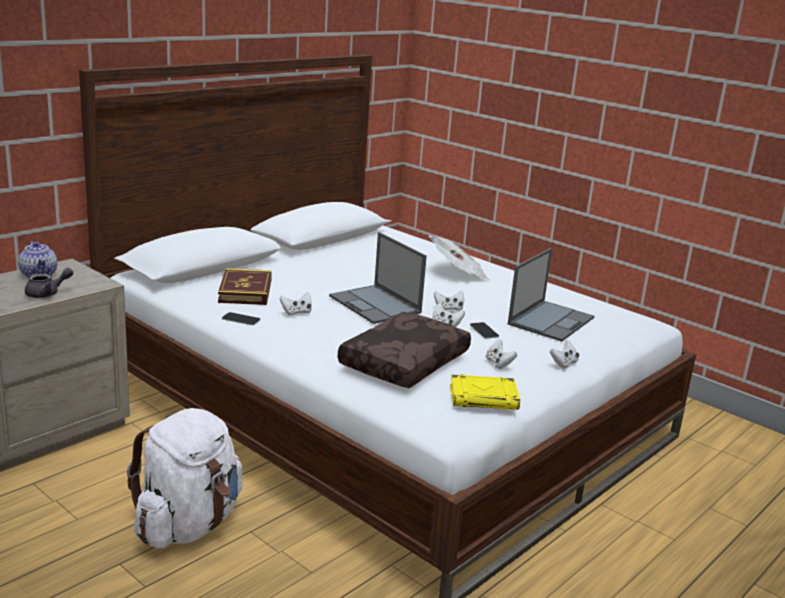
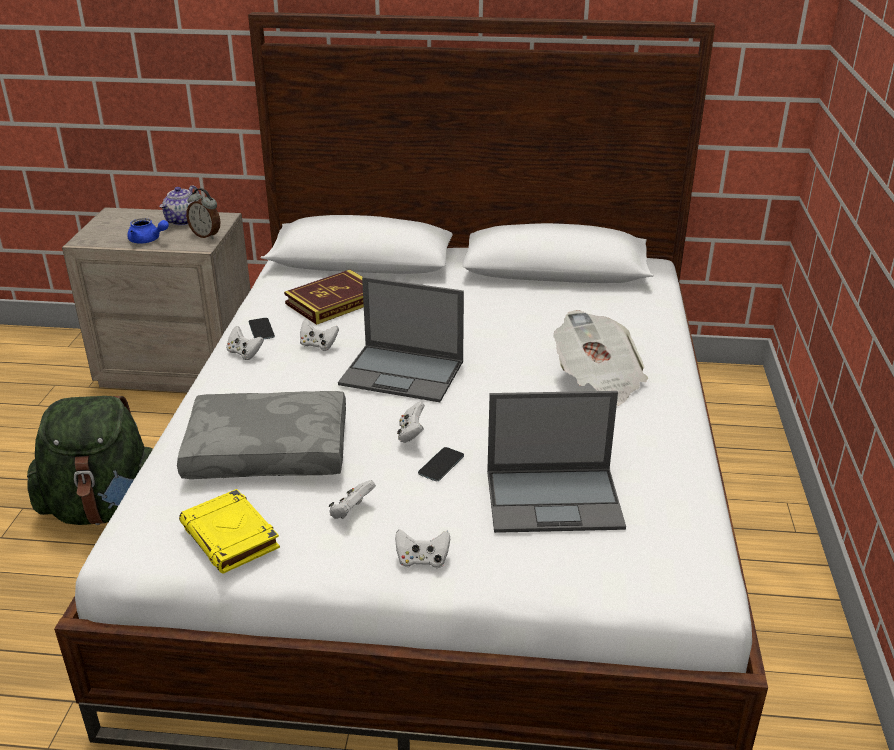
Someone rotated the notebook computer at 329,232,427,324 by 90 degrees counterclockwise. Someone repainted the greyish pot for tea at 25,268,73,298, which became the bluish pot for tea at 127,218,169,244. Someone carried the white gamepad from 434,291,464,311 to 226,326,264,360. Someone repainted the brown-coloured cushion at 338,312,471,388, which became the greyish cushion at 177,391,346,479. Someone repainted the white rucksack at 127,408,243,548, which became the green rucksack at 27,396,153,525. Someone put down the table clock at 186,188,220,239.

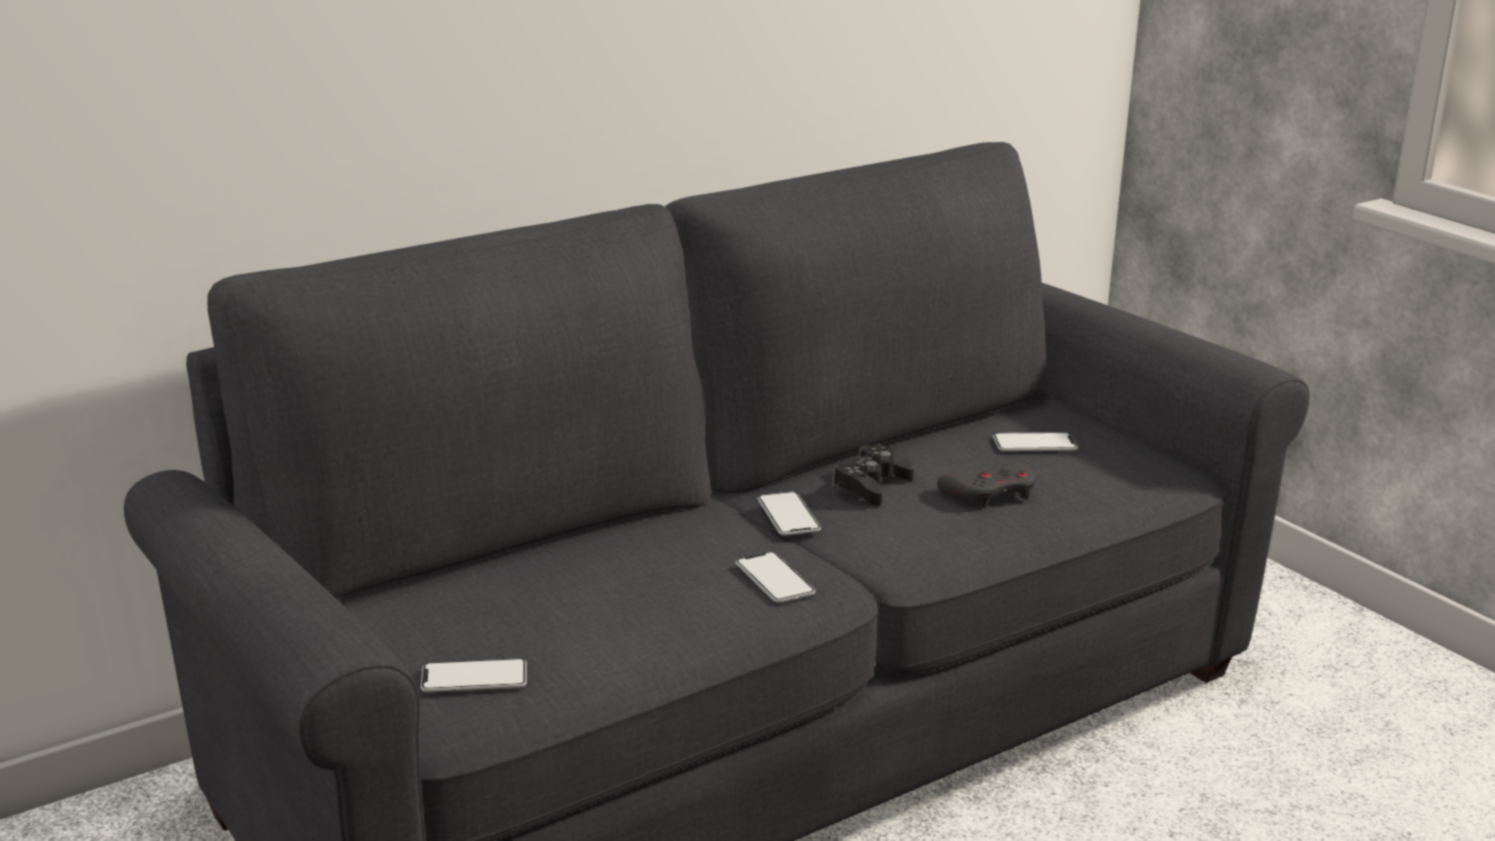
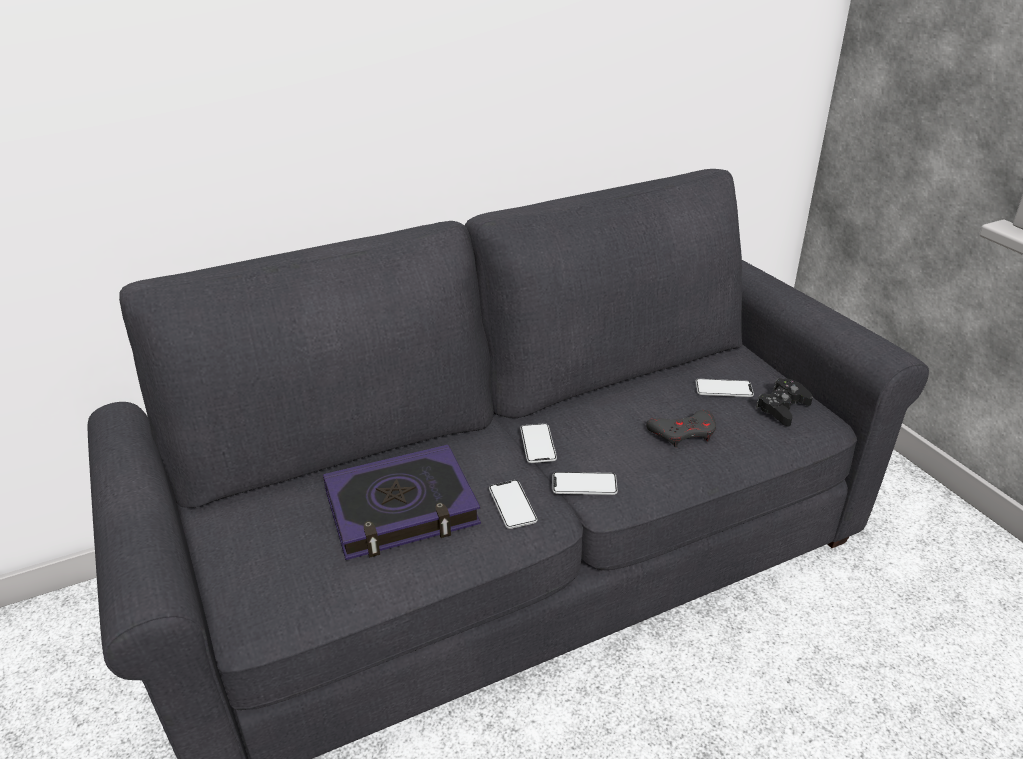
Someone carried the black gamepad from 832,445,914,506 to 756,378,813,426. Someone carried the telephone from 420,658,527,692 to 552,472,618,495. Someone put down the volume at 323,445,481,560.

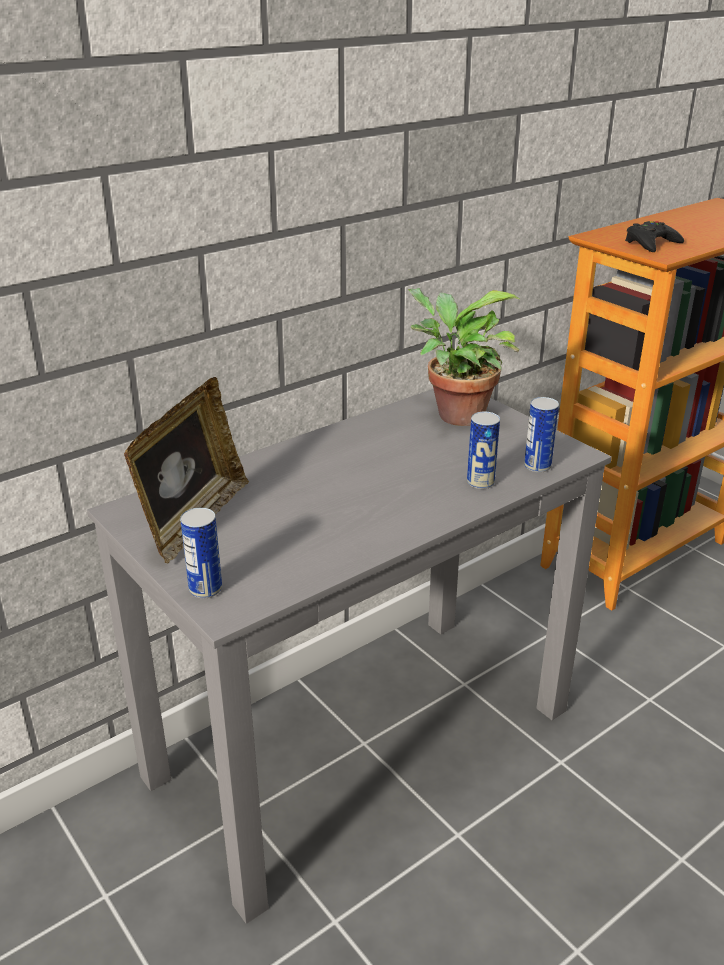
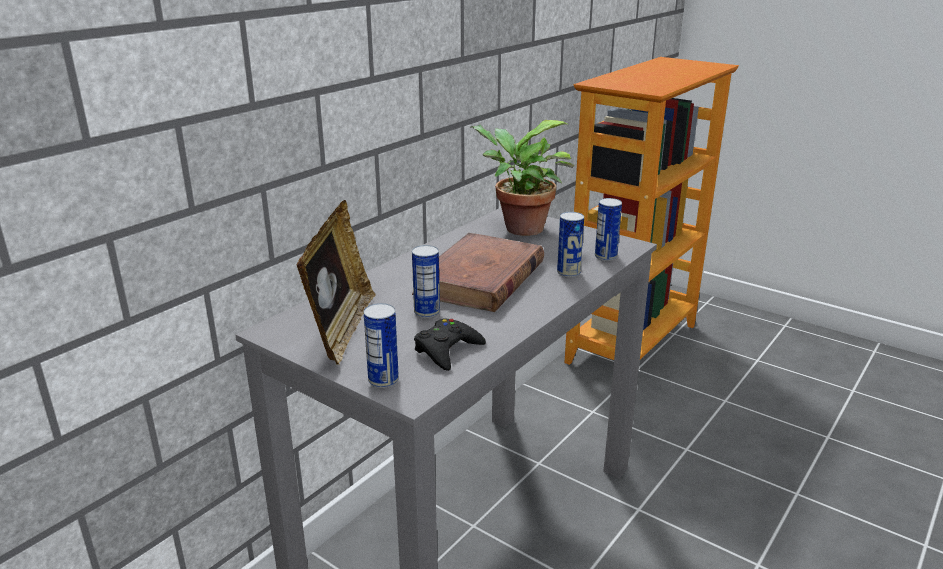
Someone carried the black gamepad from 625,221,684,252 to 414,319,486,371. Someone put down the brown-coloured volume at 412,233,544,312. Someone put down the sealed can at 412,245,440,318.

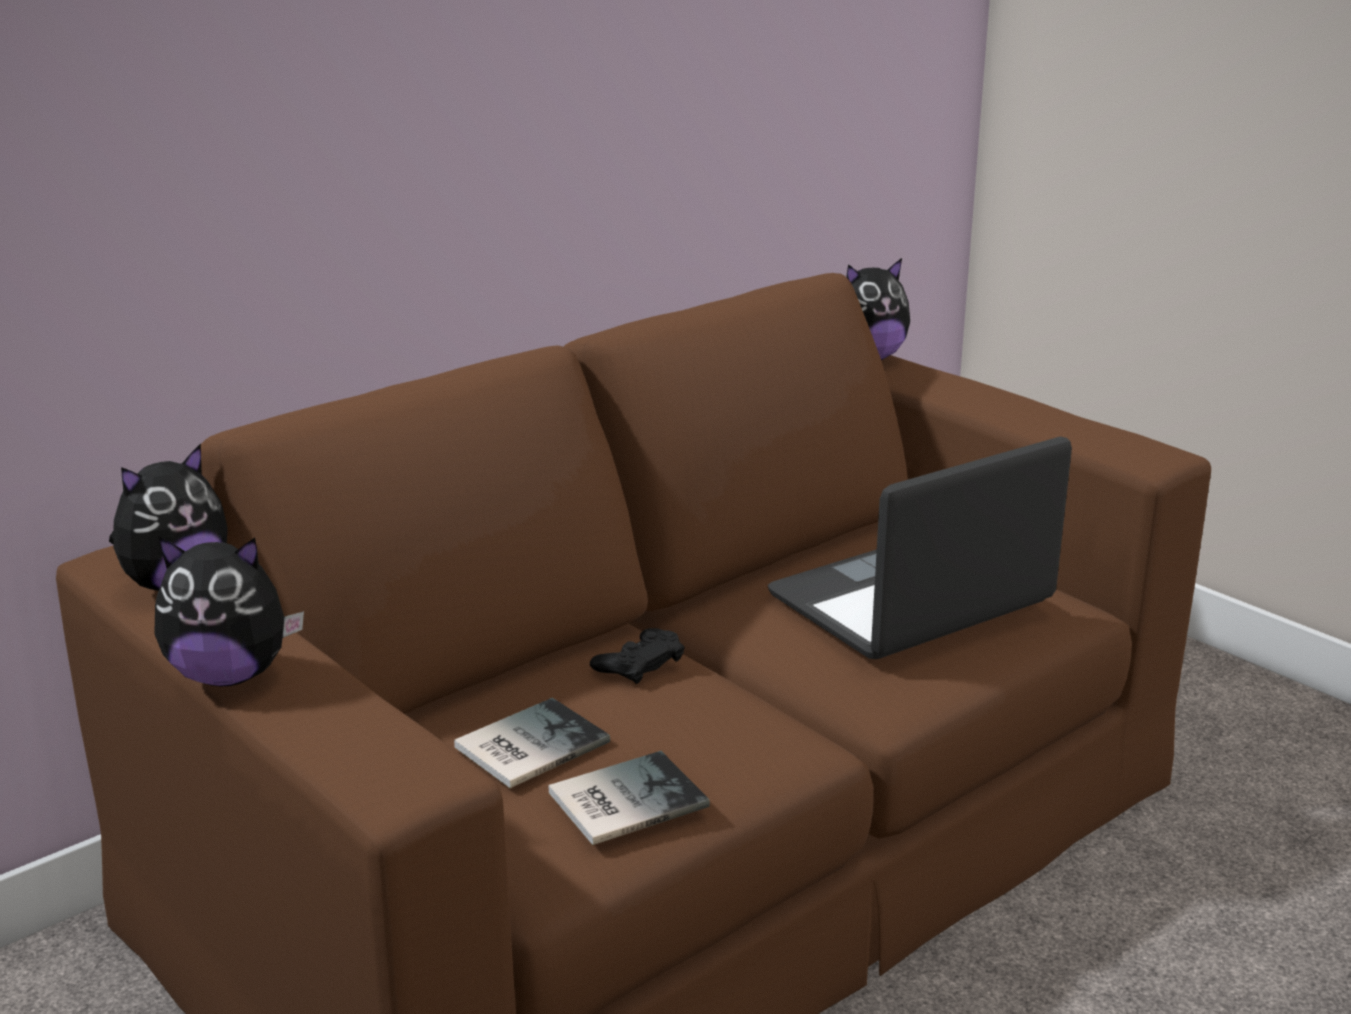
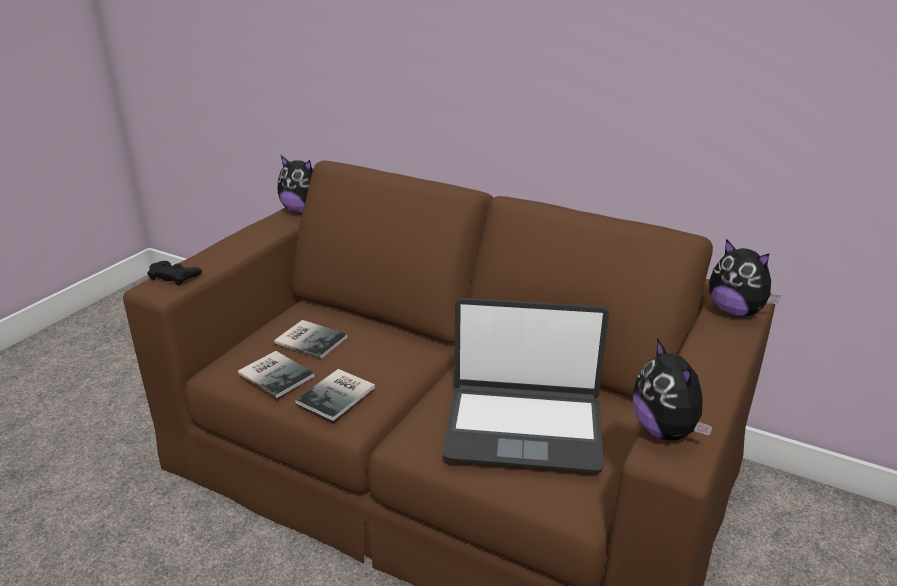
Someone rotated the notebook computer at 768,436,1072,659 by 150 degrees clockwise. Someone carried the soft toy from 154,536,304,687 to 633,338,713,441. Someone carried the black gamepad from 590,628,685,684 to 147,261,202,285. Someone put down the volume at 295,369,375,421.

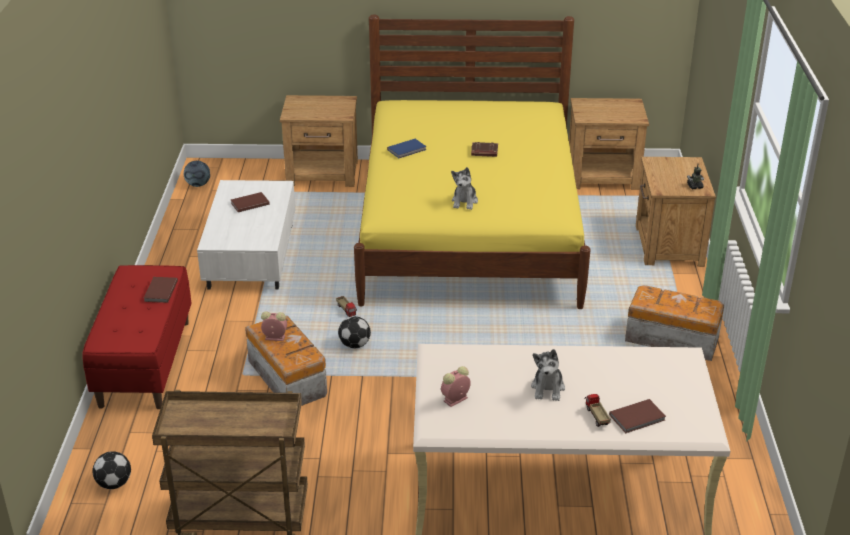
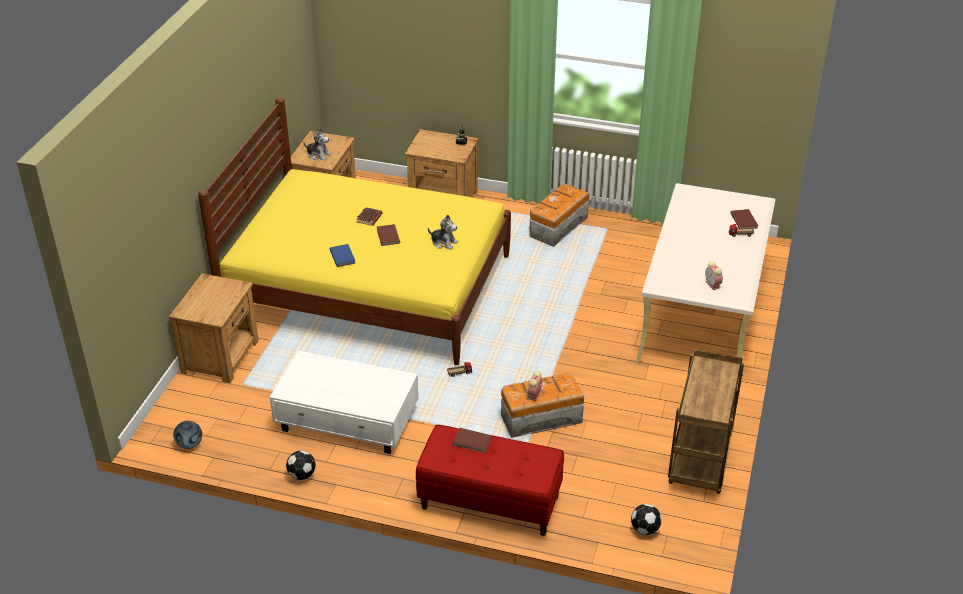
Someone carried the brown-coloured volume from 231,192,270,212 to 377,224,400,246. Someone carried the ball for football from 338,316,371,349 to 286,451,316,480. Someone carried the soft toy from 531,349,565,401 to 303,128,331,160.

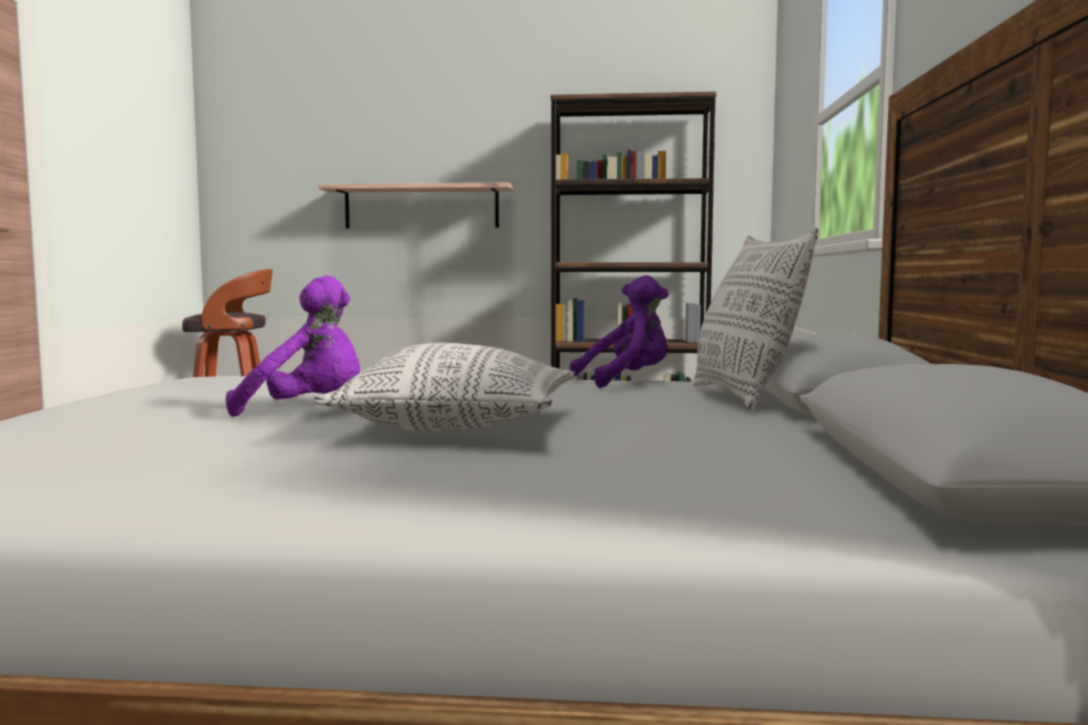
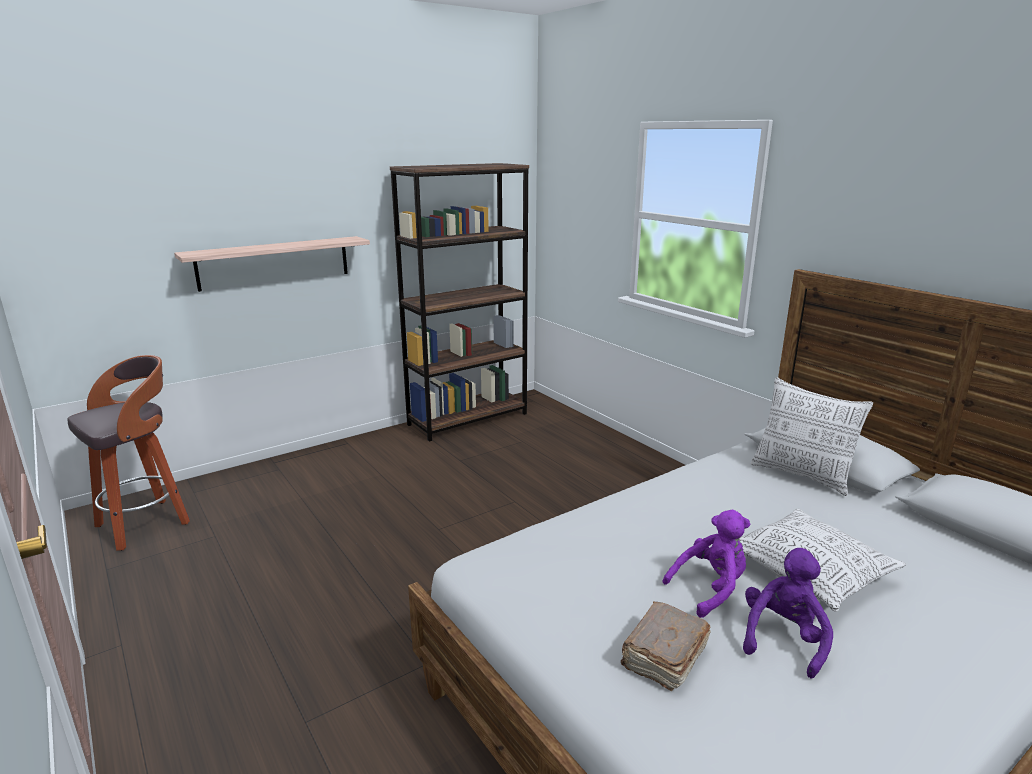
Someone carried the purple soft toy from 570,275,669,388 to 743,548,833,678. Someone put down the brown-coloured volume at 620,601,711,691.

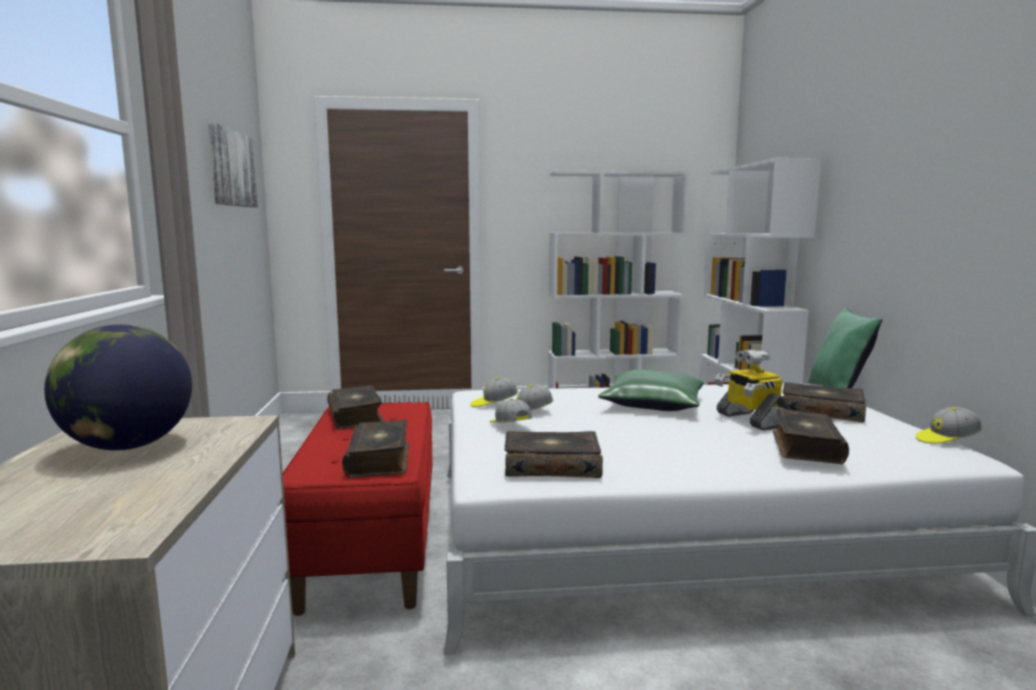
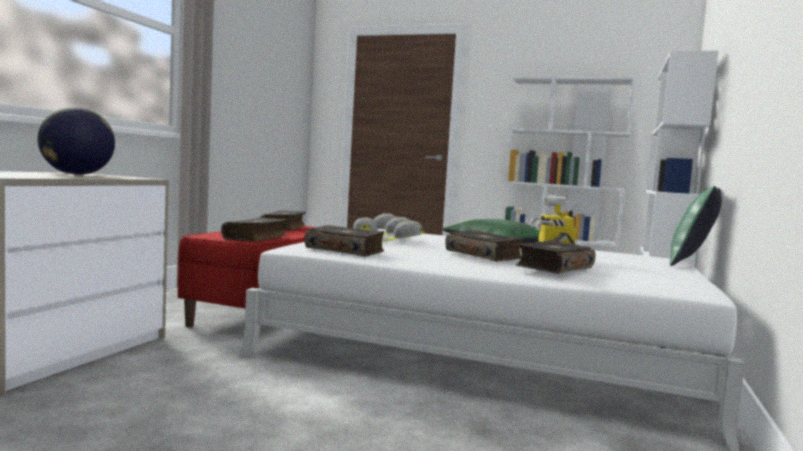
Someone took away the wall art at 209,123,258,207. Someone carried the volume from 782,382,866,423 to 445,230,523,261. Someone carried the cap from 916,407,982,443 to 382,220,424,241.

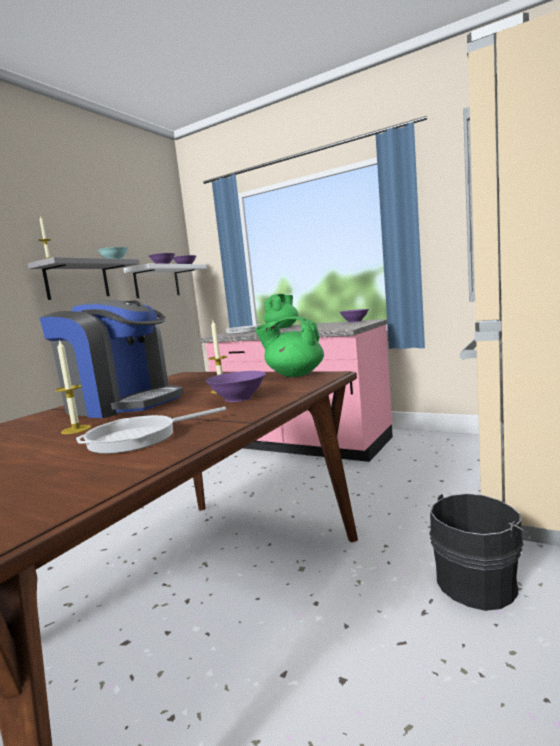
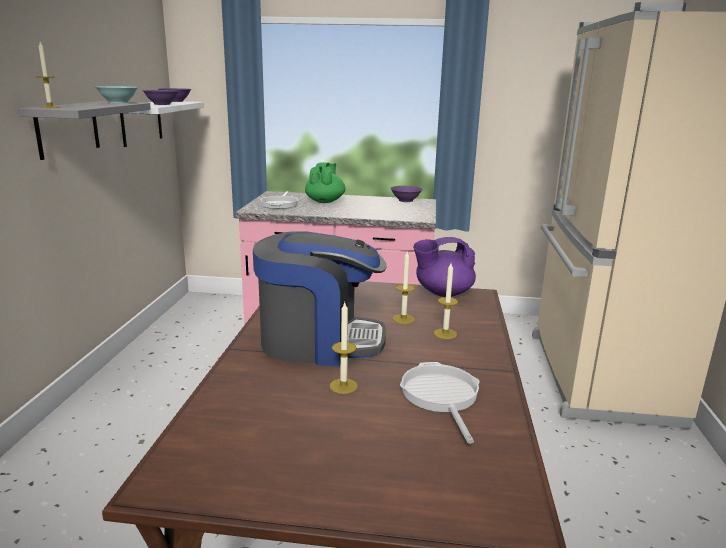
Someone repainted the green pot for tea at 255,316,324,377, which became the purple pot for tea at 413,237,476,297. Someone swapped the purple bowl at 206,371,266,402 for the wax light at 434,263,458,339. Someone rotated the skillet at 76,407,226,454 by 135 degrees clockwise. Someone took away the black bucket at 429,493,532,611.

